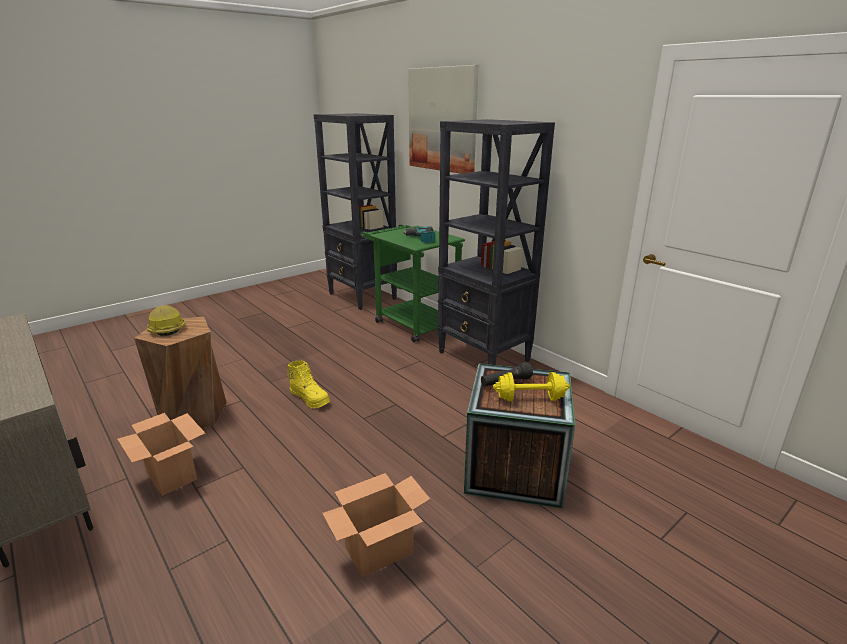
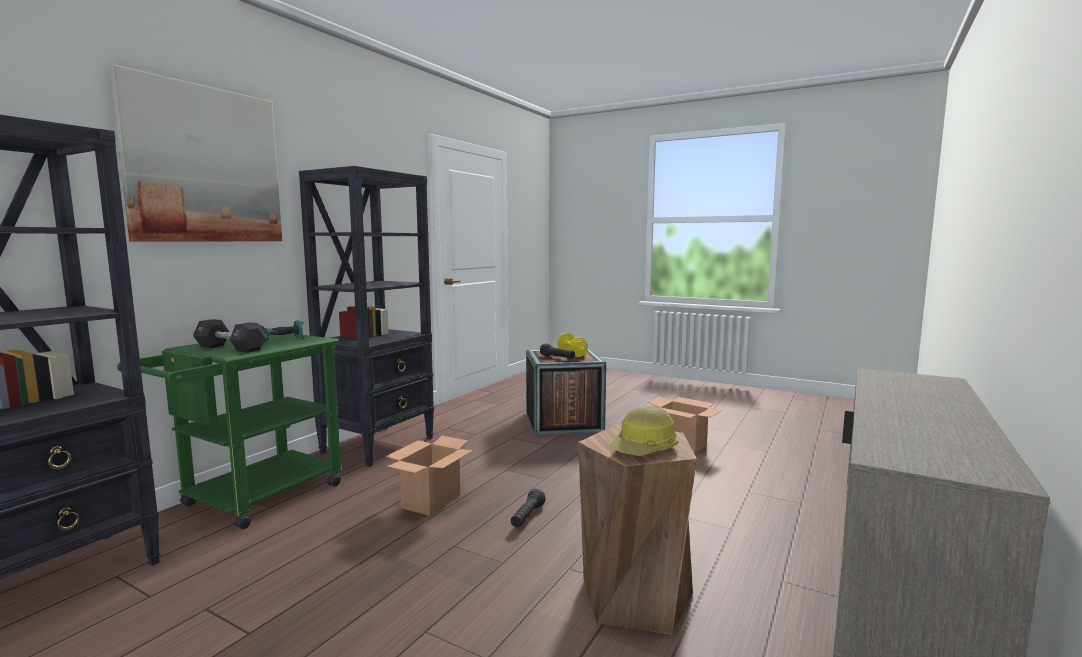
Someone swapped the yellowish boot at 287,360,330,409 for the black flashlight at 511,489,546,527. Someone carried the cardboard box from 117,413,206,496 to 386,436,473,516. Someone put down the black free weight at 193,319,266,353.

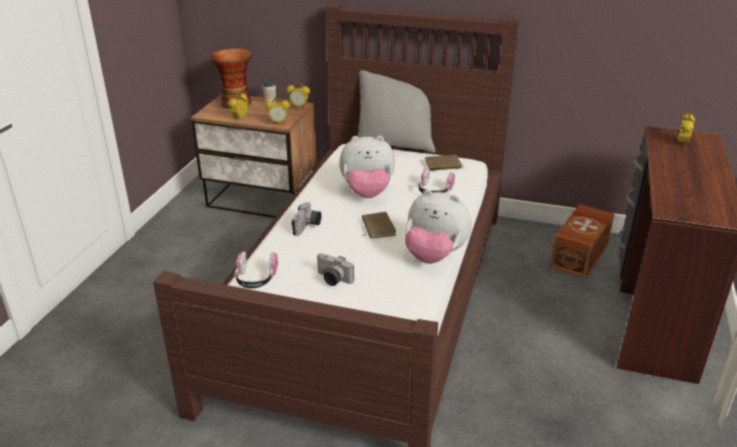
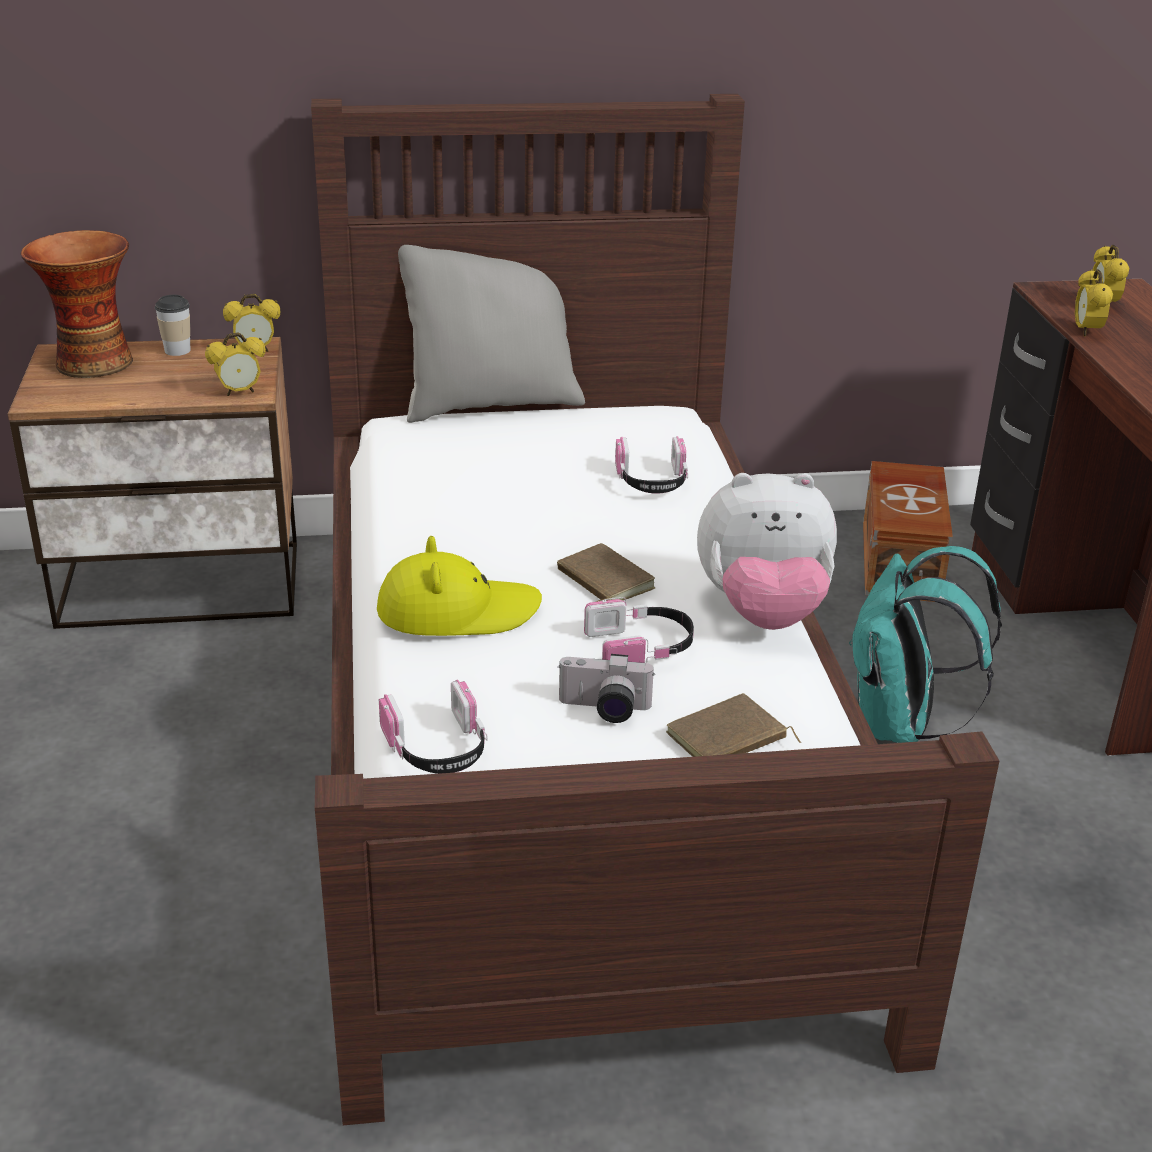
Someone carried the table clock from 228,93,248,120 to 1075,269,1113,336. Someone took away the soft toy at 339,136,395,198. Someone carried the brown-coloured volume from 425,155,464,171 to 666,693,801,757. Someone swapped the still camera at 292,202,321,236 for the yellowish clothing hat at 377,536,542,636. Someone put down the turquoise-coloured rucksack at 849,546,1002,743. Someone put down the pair of headphones at 584,597,694,663.

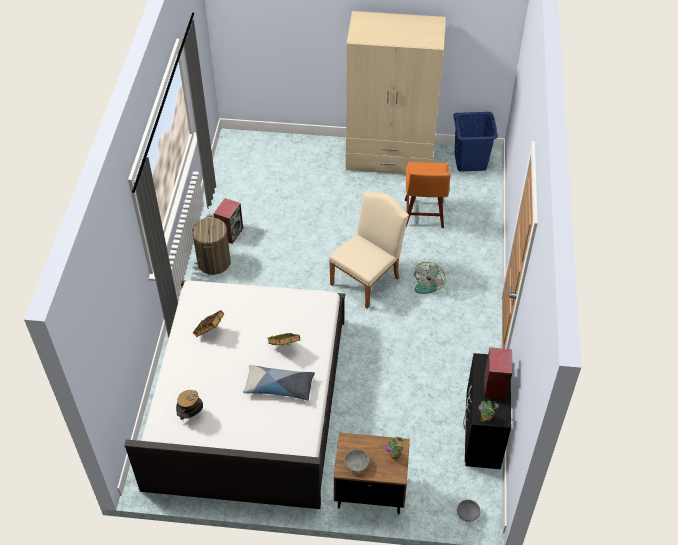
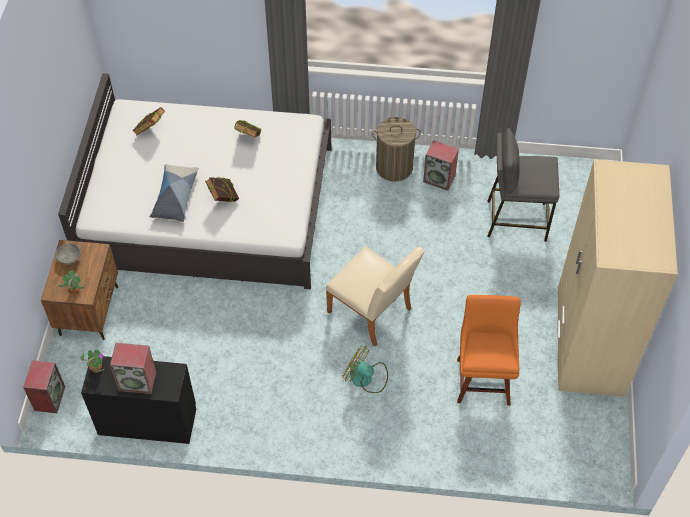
Someone took away the bluish washing basket at 453,112,498,172. Someone rotated the orange-coloured upright chair at 405,162,451,228 by 90 degrees clockwise. Someone swapped the clothing hat at 176,390,203,420 for the volume at 133,107,165,136. Someone swapped the greyish bowl at 457,499,481,522 for the speaker at 23,360,65,413. Someone put down the greyish stool at 487,128,559,242.

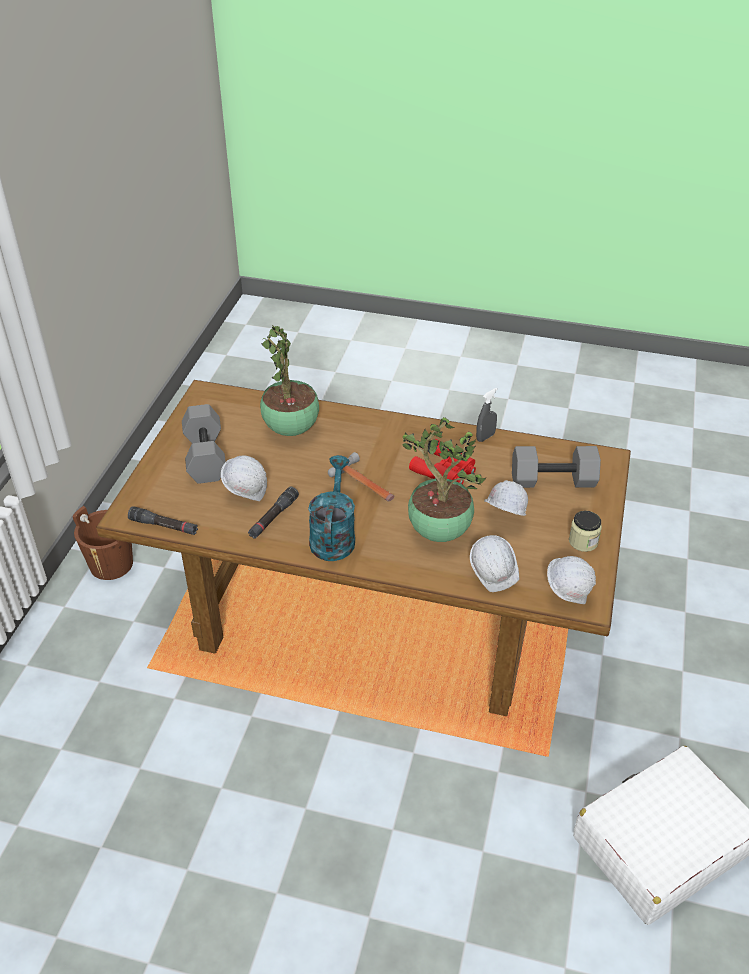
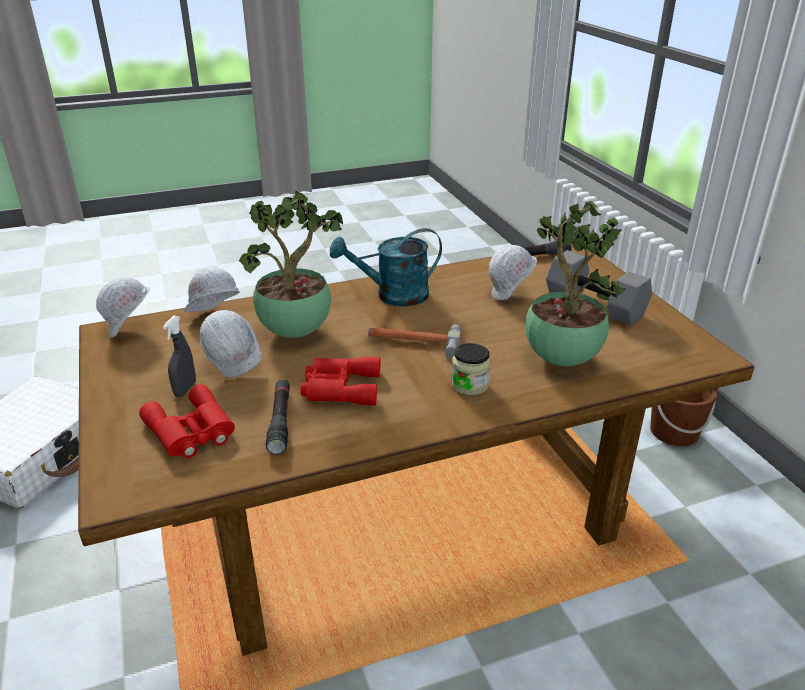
Someone carried the greyish sprayer from 476,388,498,442 to 163,316,196,397. Someone swapped the greyish free weight at 512,446,601,488 for the red-coloured field glasses at 139,384,235,458. Someone rotated the turquoise-coloured sprinkling can at 308,455,355,561 by 105 degrees clockwise. Someone carried the black flashlight from 248,487,299,539 to 266,380,290,455. Someone carried the jar from 569,511,602,552 to 451,343,491,395.

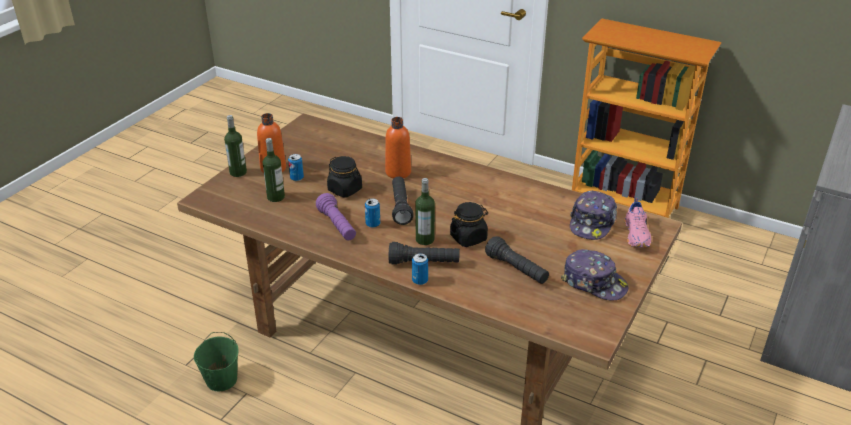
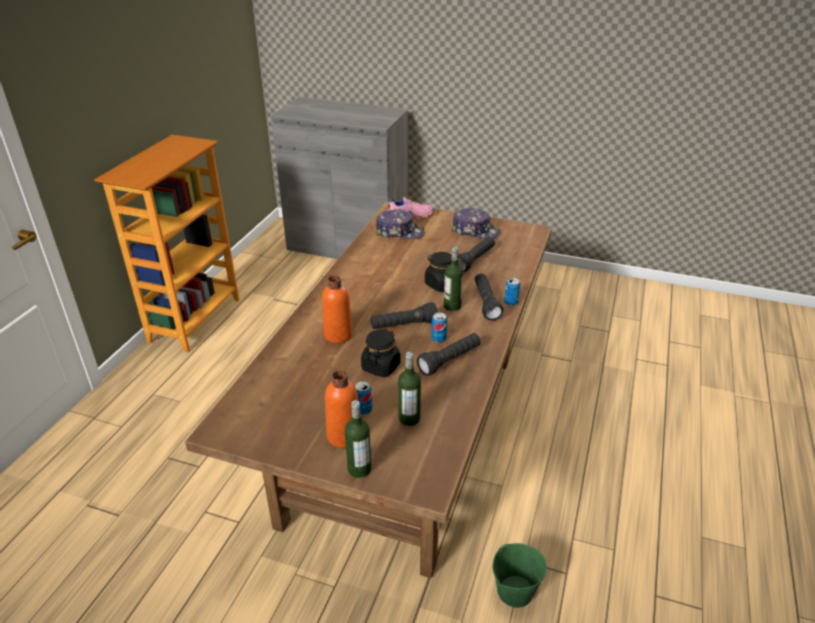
Someone repainted the purple flashlight at 316,193,356,241, which became the black flashlight at 417,333,481,376. Someone rotated the cap at 561,249,629,301 by 90 degrees clockwise.

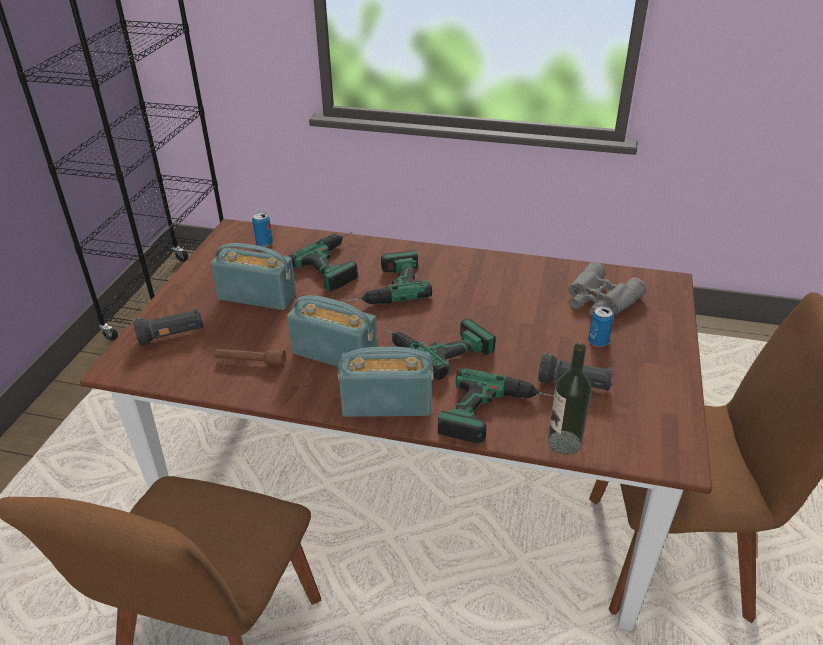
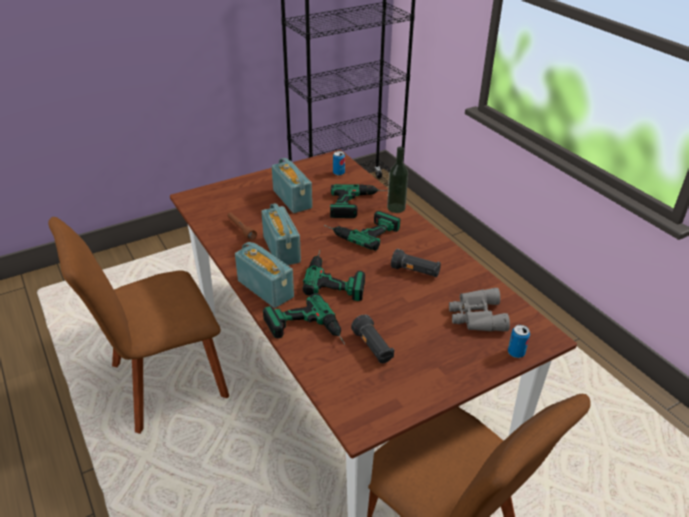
Someone carried the sealed can from 588,306,614,347 to 508,325,530,358. Someone carried the black flashlight from 133,308,204,346 to 391,249,441,277. Someone carried the bottle from 548,343,592,455 to 387,147,408,213.

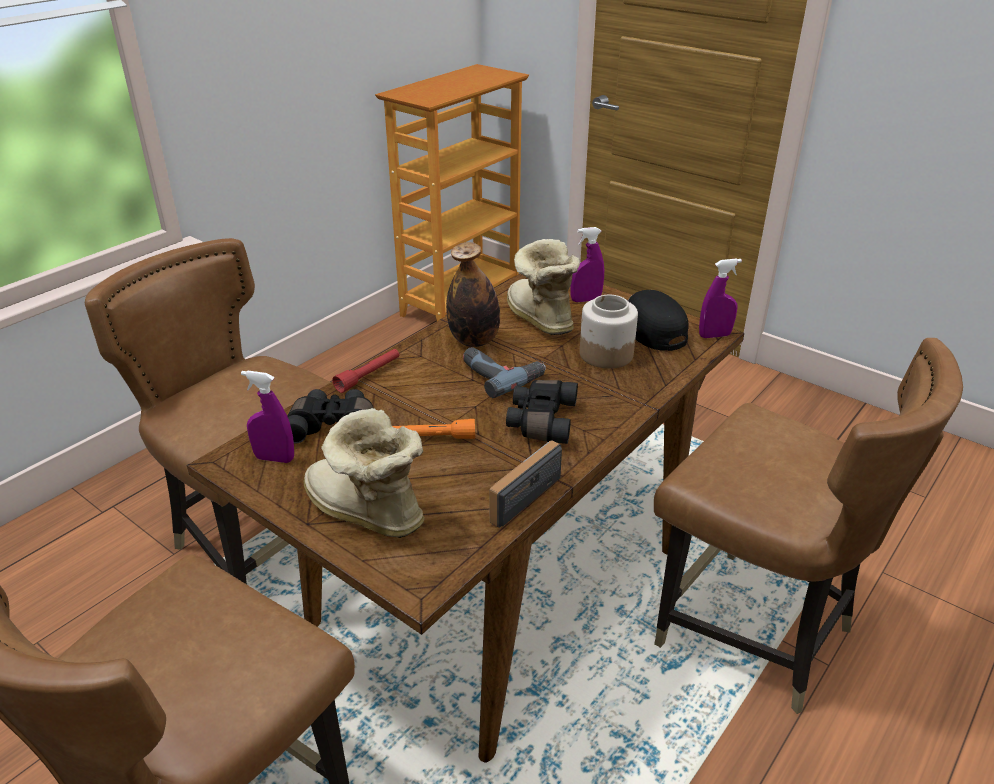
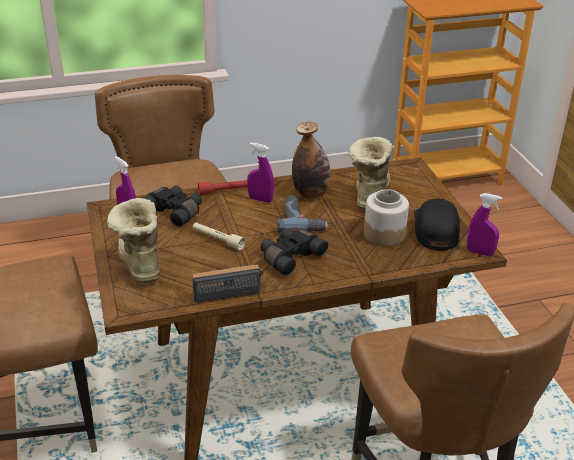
Someone carried the purple sprayer from 570,227,604,302 to 247,143,274,203. Someone repainted the orange-coloured flashlight at 393,419,475,439, which became the beige flashlight at 193,222,246,251.

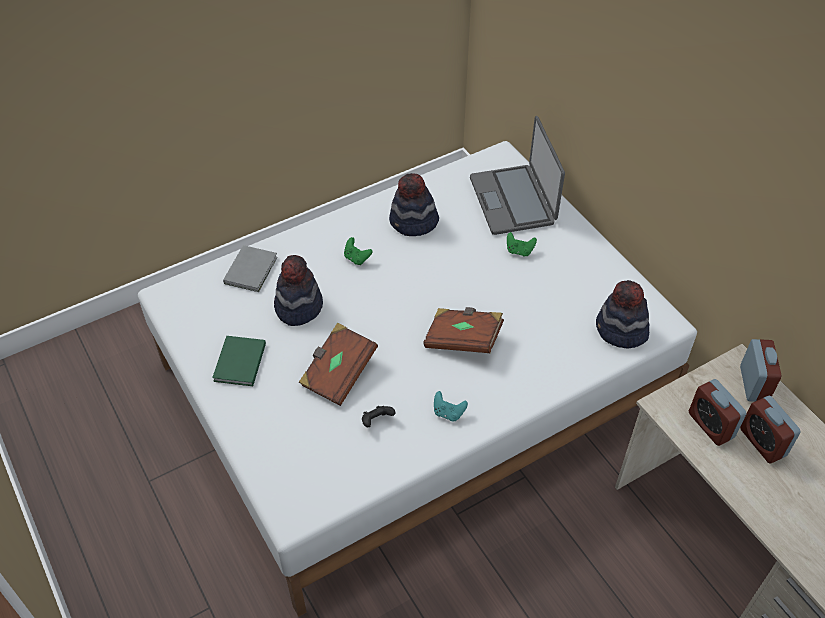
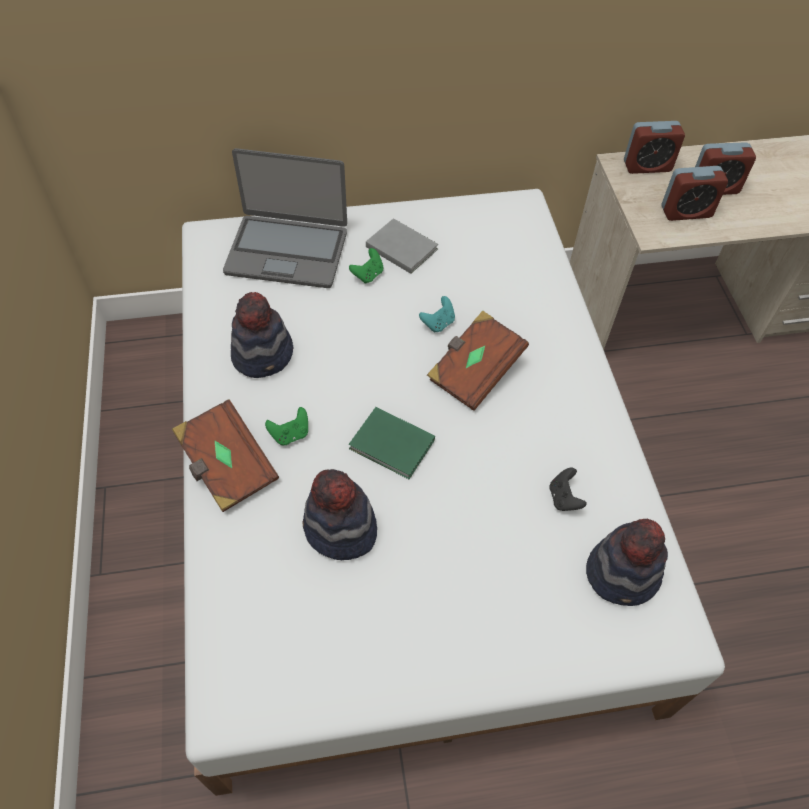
Someone carried the greyish volume from 223,245,278,292 to 366,218,438,274. Someone carried the clothing hat from 596,280,649,348 to 586,519,668,606. Someone carried the brown-coloured volume from 298,323,378,406 to 172,399,279,512. Someone carried the green volume from 212,336,266,386 to 349,407,435,479. Someone rotated the table clock at 740,339,781,402 by 150 degrees clockwise. Someone carried the turquoise-coloured gamepad from 434,391,468,421 to 419,296,455,333.

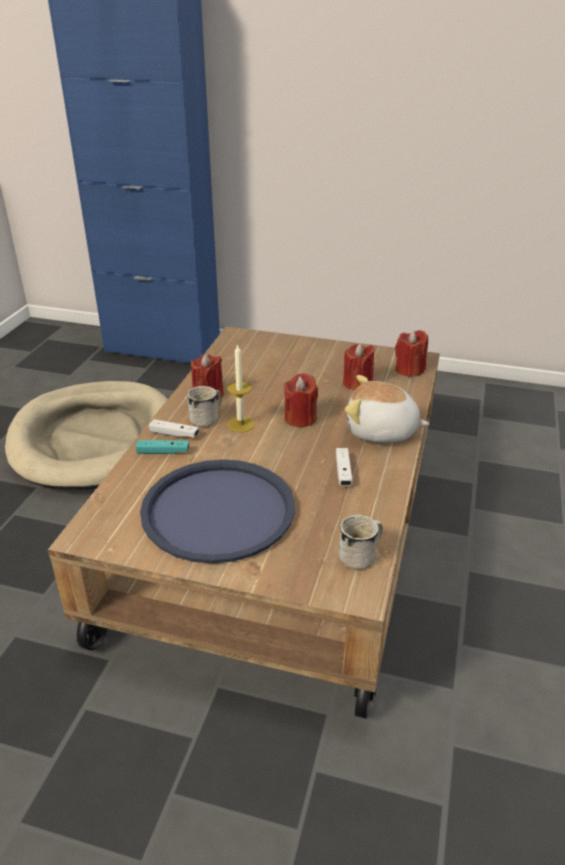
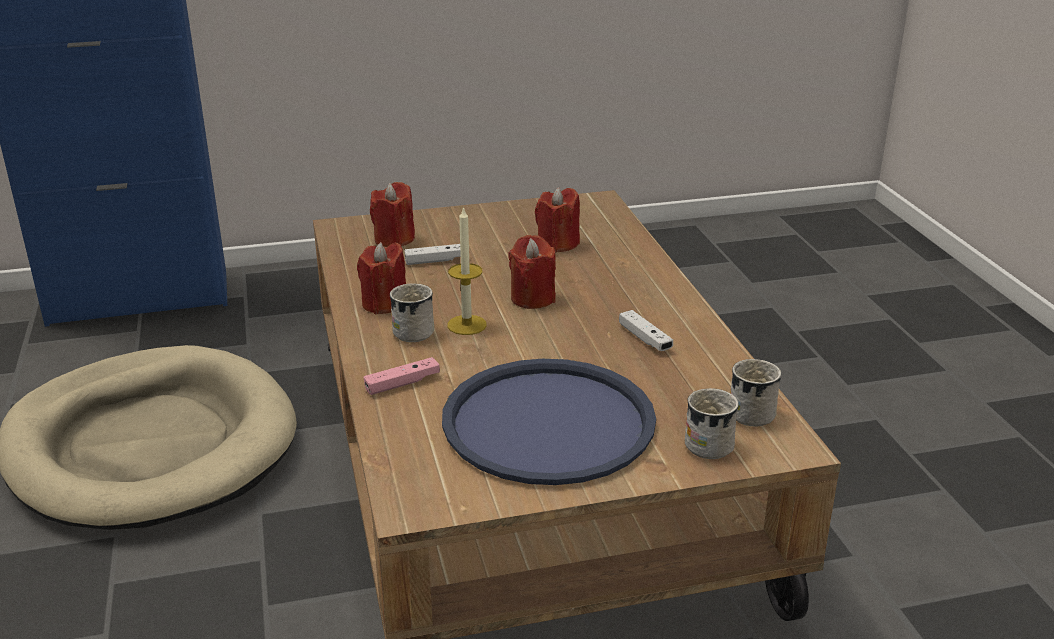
Someone carried the red-coloured wax light from 395,330,428,377 to 370,182,415,247. Someone took away the soft toy at 345,375,430,442. Someone carried the white gamepad from 149,419,199,438 to 404,244,461,265. Someone repainted the turquoise-coloured gamepad at 136,440,189,454, which became the pink gamepad at 364,357,440,395. Someone put down the white coffee mug at 685,388,739,459.

